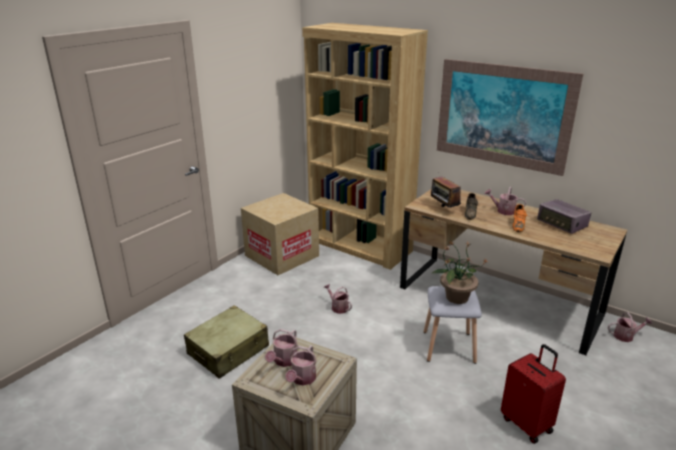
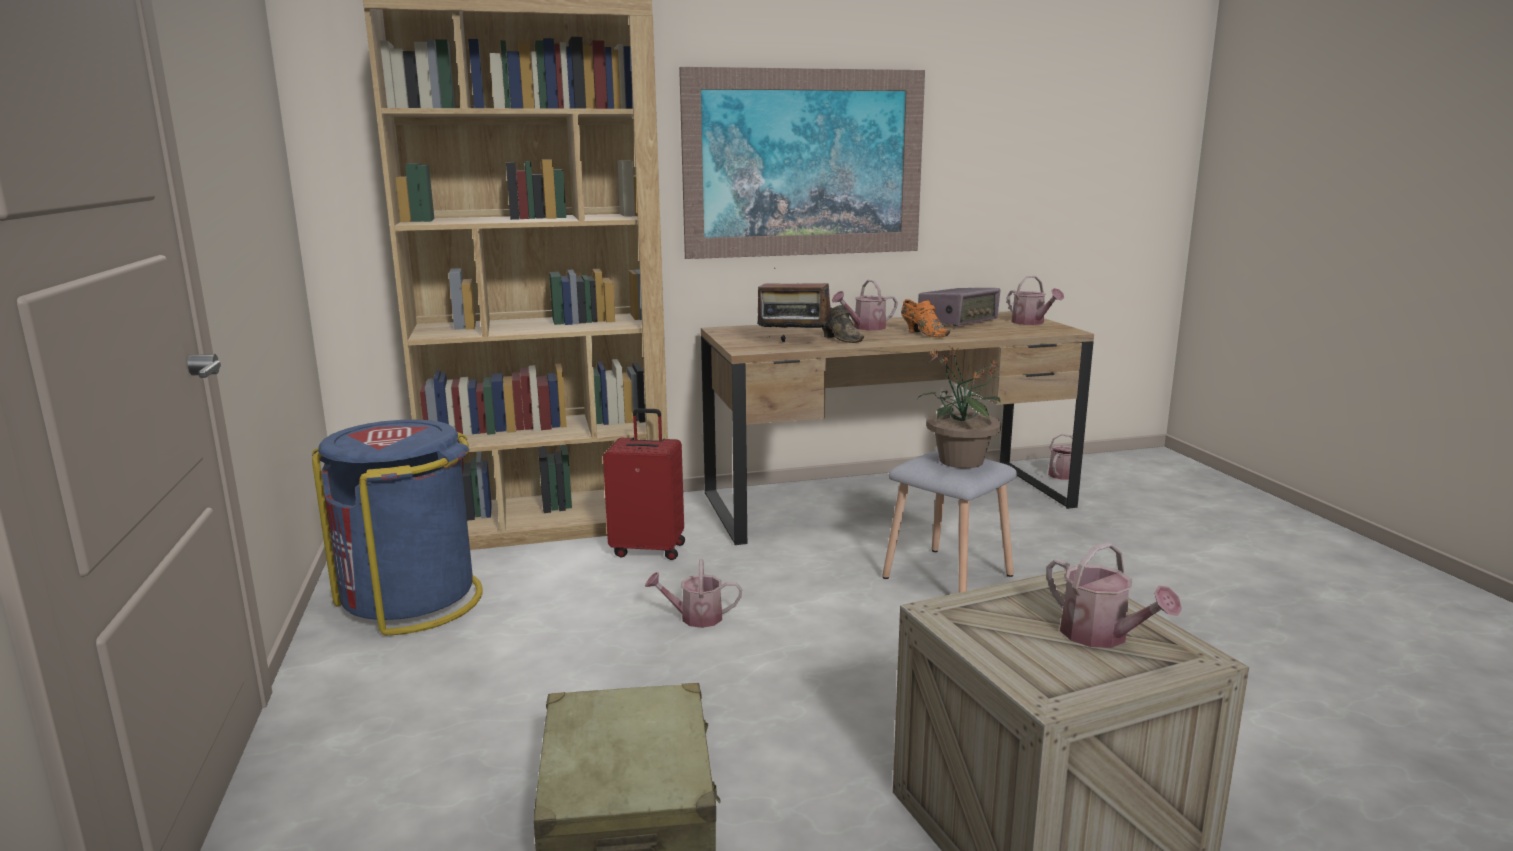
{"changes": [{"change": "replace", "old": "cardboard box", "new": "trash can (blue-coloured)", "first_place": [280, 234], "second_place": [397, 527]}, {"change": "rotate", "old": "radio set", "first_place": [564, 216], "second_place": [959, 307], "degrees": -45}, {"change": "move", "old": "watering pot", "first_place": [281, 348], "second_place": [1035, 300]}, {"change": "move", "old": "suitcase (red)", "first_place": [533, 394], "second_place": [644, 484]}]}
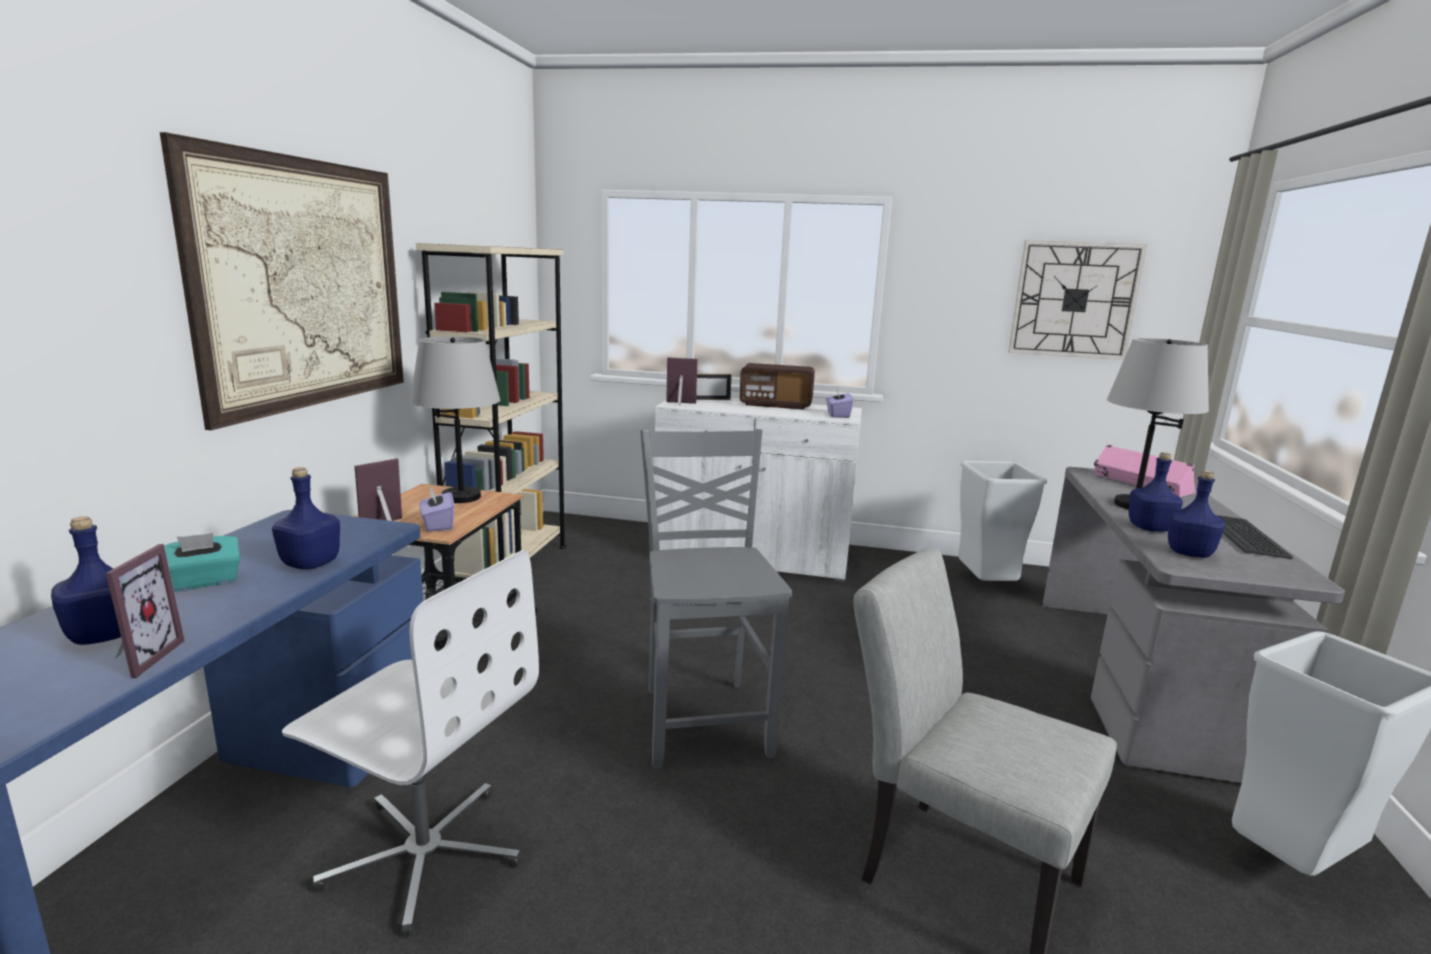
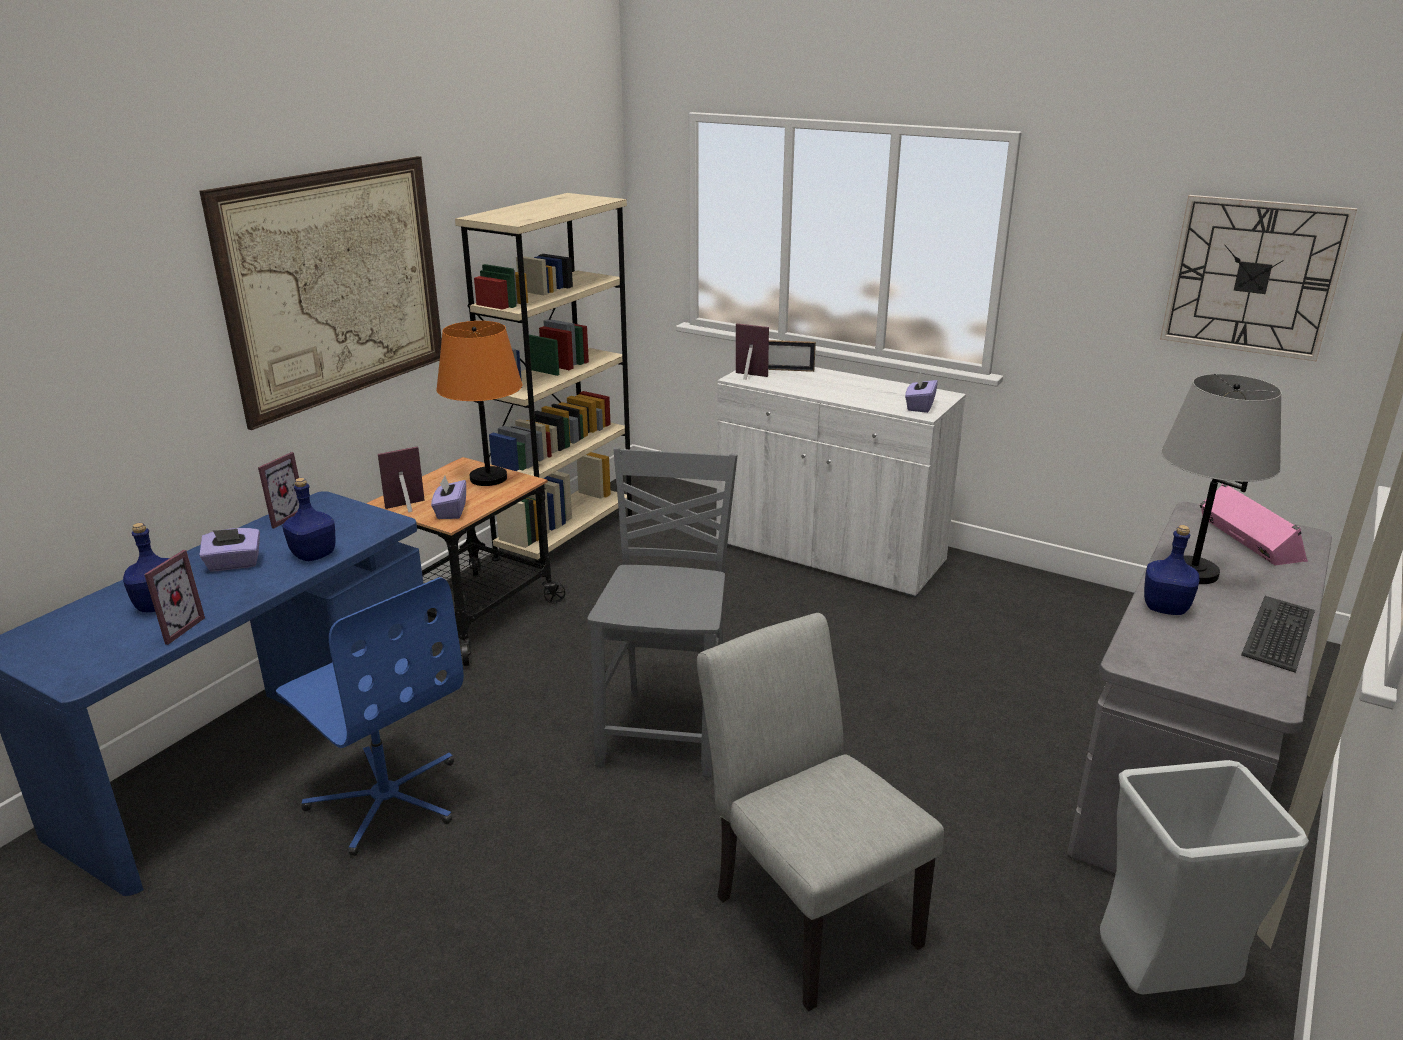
{"changes": [{"change": "recolor", "old": "table lamp (gray)", "new": "table lamp (orangey)", "first_place": [455, 419], "second_place": [479, 403]}, {"change": "delete", "old": "radio set", "first_place": [777, 386]}, {"change": "delete", "old": "trash can (gray)", "first_place": [1002, 521]}, {"change": "delete", "old": "bottle (blue-coloured)", "first_place": [1196, 514]}, {"change": "recolor", "old": "tissue box (turquoise)", "new": "tissue box (purple-coloured)", "first_place": [202, 562], "second_place": [229, 550]}, {"change": "recolor", "old": "desk chair (whitish)", "new": "desk chair (blue-coloured)", "first_place": [410, 743], "second_place": [370, 716]}, {"change": "insert", "new": "picture frame", "second_place": [278, 490]}]}
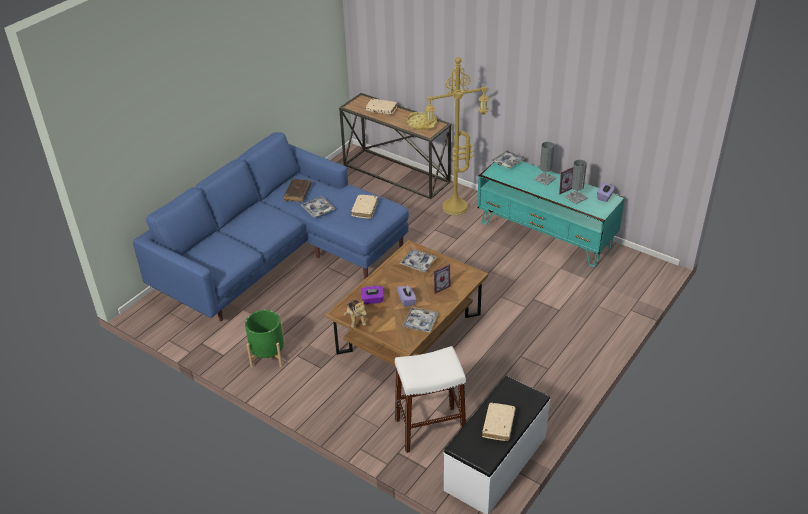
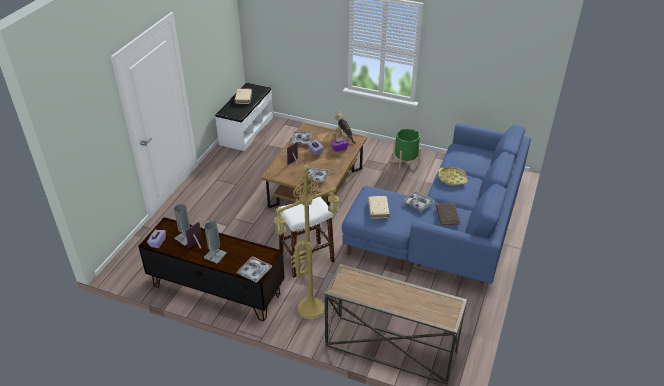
{"changes": [{"change": "delete", "old": "volume (beige-coloured)", "first_place": [381, 106]}, {"change": "move", "old": "carrying tray (yellowish)", "first_place": [422, 121], "second_place": [453, 176]}, {"change": "recolor", "old": "tv unit (turquoise)", "new": "tv unit (brownish)", "first_place": [551, 214], "second_place": [211, 269]}, {"change": "move", "old": "stool (whitish)", "first_place": [430, 399], "second_place": [306, 237]}]}
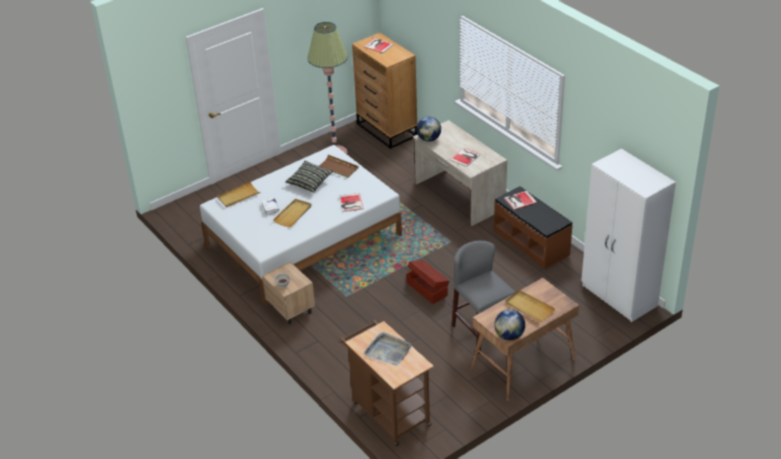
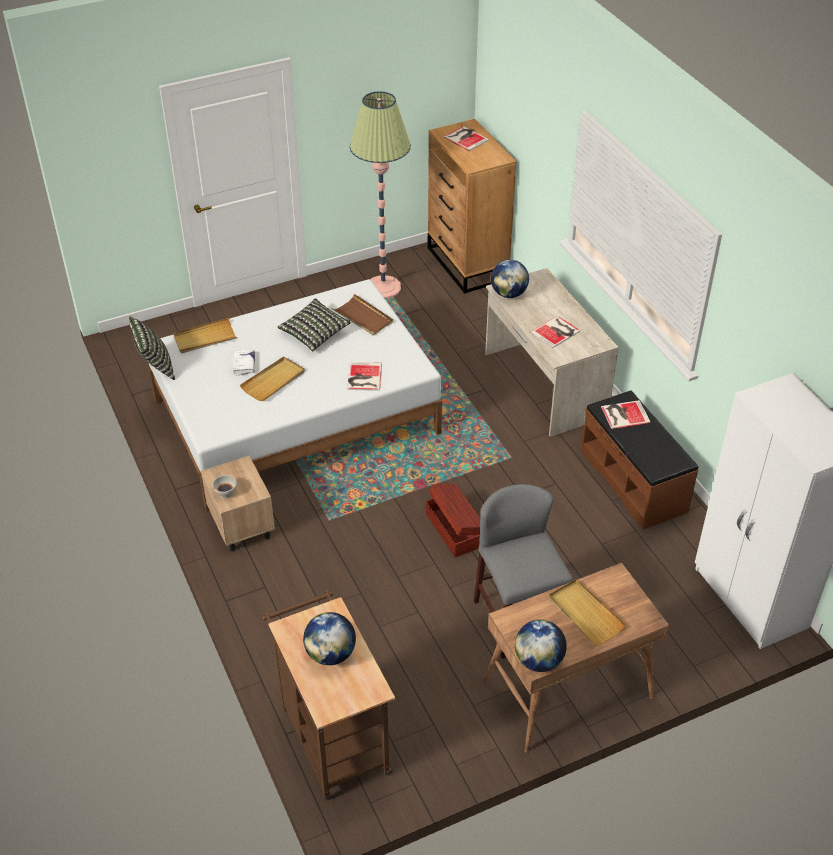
{"changes": [{"change": "replace", "old": "carrying tray (gray)", "new": "world globe", "first_place": [388, 349], "second_place": [329, 638]}, {"change": "insert", "new": "throw pillow", "second_place": [152, 348]}]}
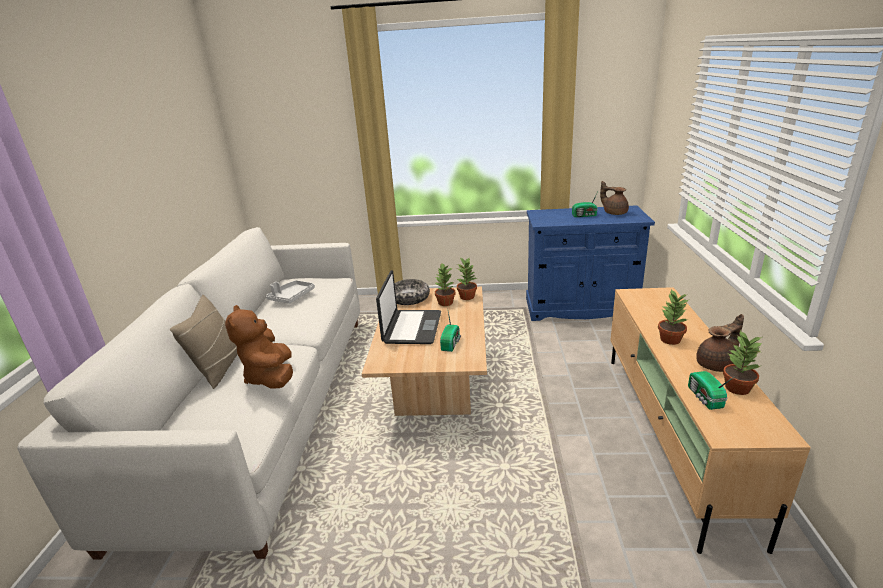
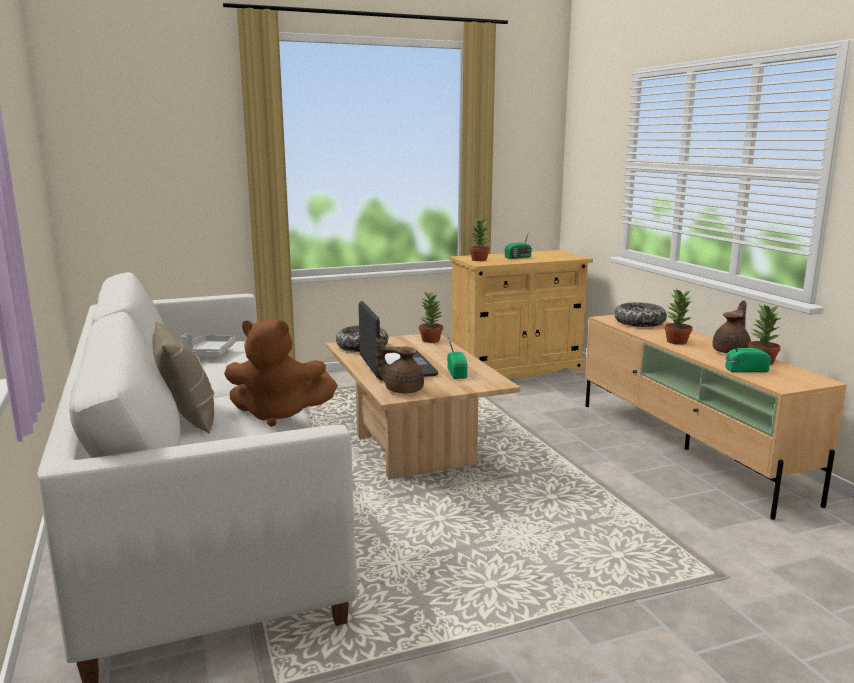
{"changes": [{"change": "move", "old": "tea pot (brownish)", "first_place": [614, 198], "second_place": [400, 366]}, {"change": "recolor", "old": "cupboard (blue-coloured)", "new": "cupboard (beige-coloured)", "first_place": [590, 263], "second_place": [521, 314]}, {"change": "move", "old": "plant in a pot", "first_place": [444, 285], "second_place": [479, 240]}, {"change": "rotate", "old": "plush toy (brownish)", "first_place": [259, 346], "second_place": [281, 372], "degrees": -45}, {"change": "rotate", "old": "radio set", "first_place": [711, 390], "second_place": [748, 354], "degrees": 120}, {"change": "insert", "new": "bowl", "second_place": [640, 314]}]}
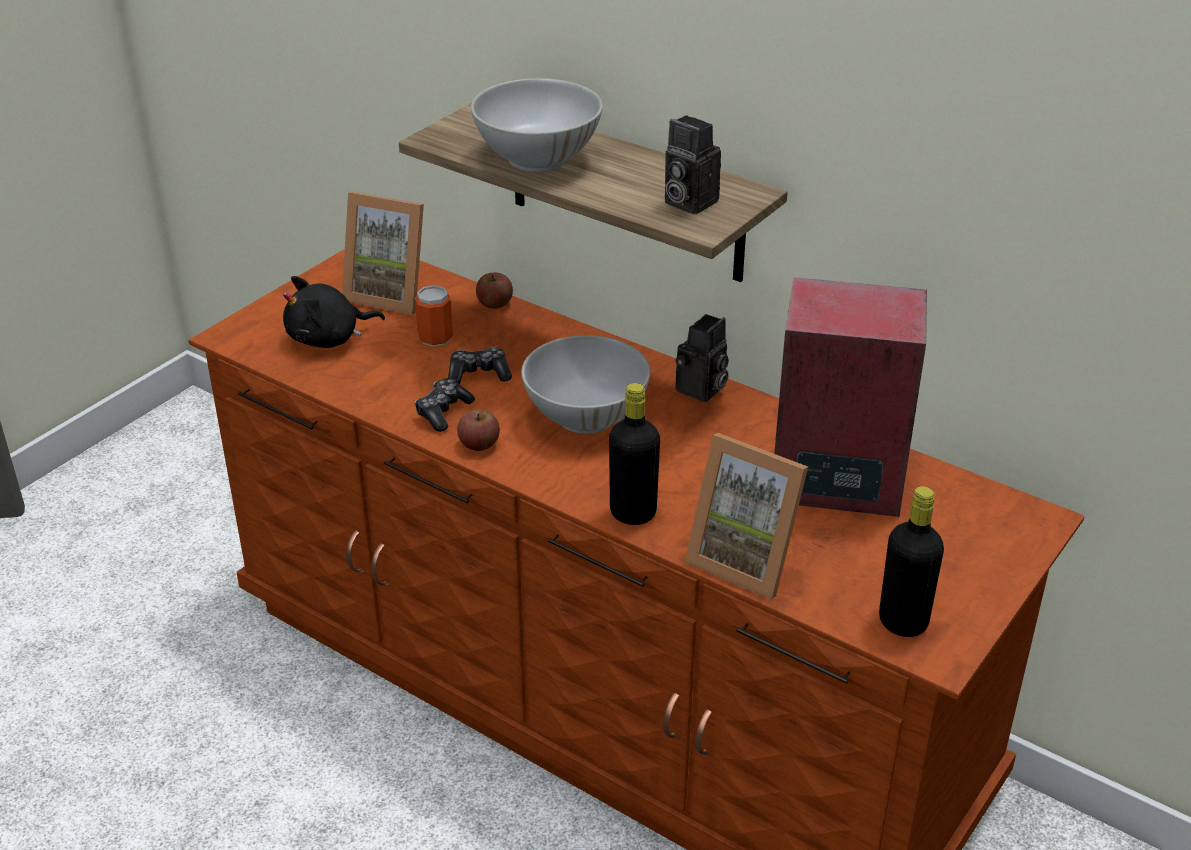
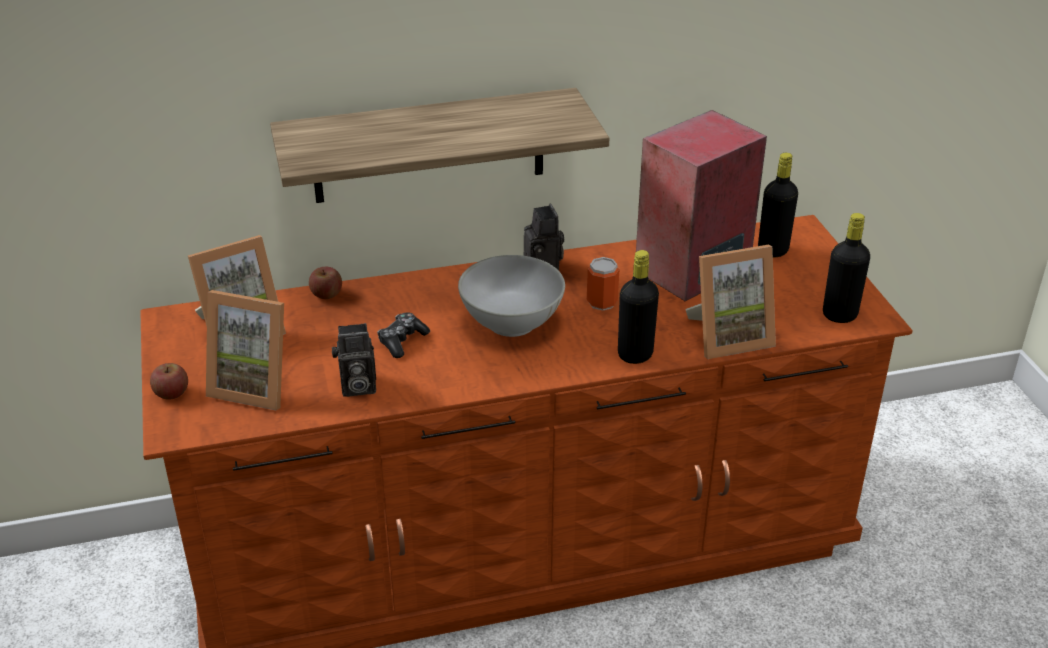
{"changes": [{"change": "delete", "old": "bowl (whitish)", "first_place": [537, 125]}, {"change": "move", "old": "photo camera", "first_place": [693, 164], "second_place": [354, 360]}, {"change": "replace", "old": "plush toy (black-coloured)", "new": "picture frame", "first_place": [334, 312], "second_place": [245, 350]}, {"change": "move", "old": "metal can", "first_place": [434, 316], "second_place": [603, 284]}, {"change": "delete", "old": "gamepad", "first_place": [444, 405]}, {"change": "move", "old": "whole apple", "first_place": [478, 430], "second_place": [169, 381]}, {"change": "insert", "new": "bottle (black-coloured)", "second_place": [778, 205]}]}
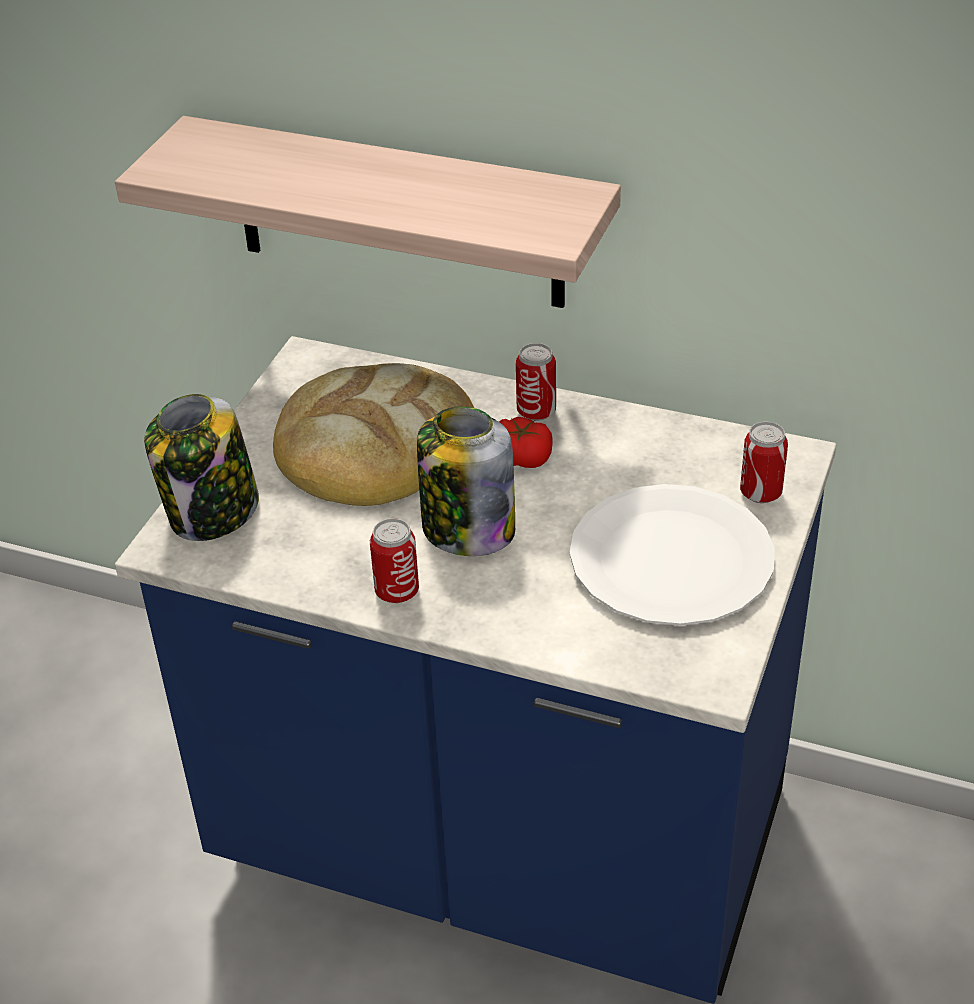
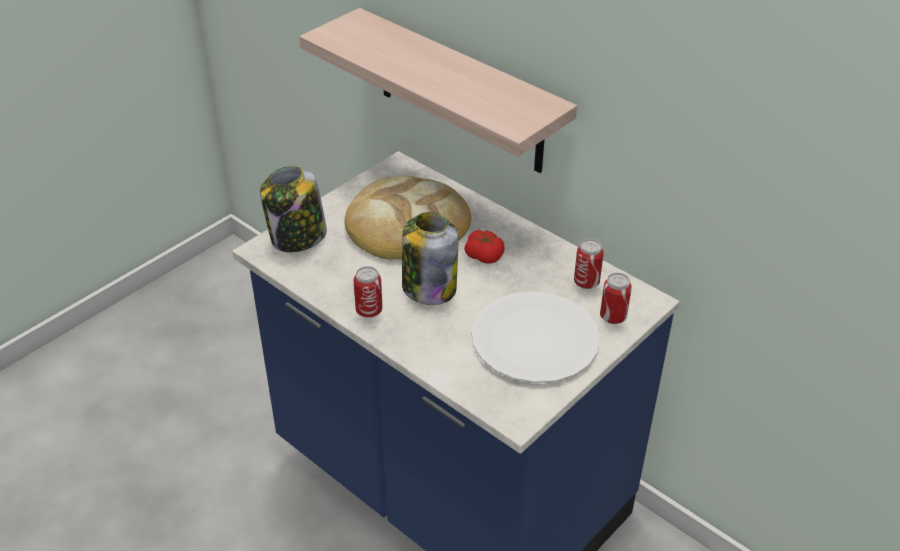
{"changes": [{"change": "move", "old": "metal can", "first_place": [536, 382], "second_place": [589, 264]}]}
